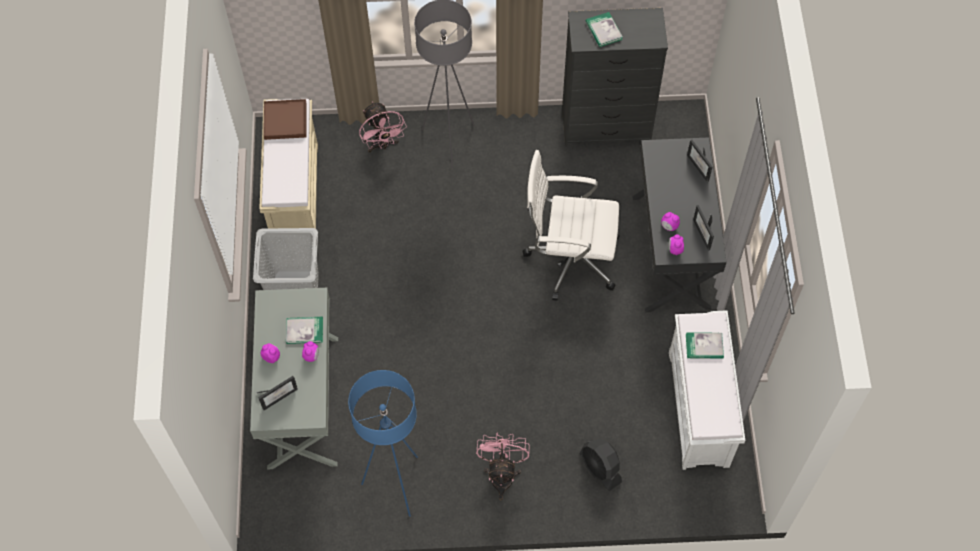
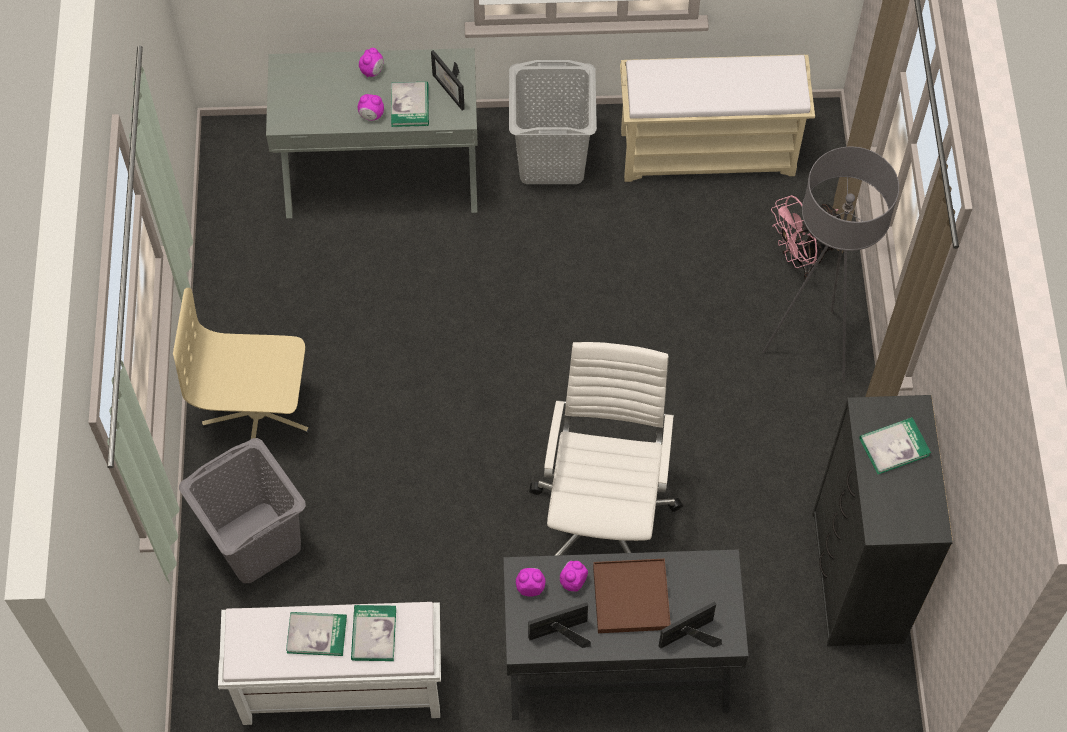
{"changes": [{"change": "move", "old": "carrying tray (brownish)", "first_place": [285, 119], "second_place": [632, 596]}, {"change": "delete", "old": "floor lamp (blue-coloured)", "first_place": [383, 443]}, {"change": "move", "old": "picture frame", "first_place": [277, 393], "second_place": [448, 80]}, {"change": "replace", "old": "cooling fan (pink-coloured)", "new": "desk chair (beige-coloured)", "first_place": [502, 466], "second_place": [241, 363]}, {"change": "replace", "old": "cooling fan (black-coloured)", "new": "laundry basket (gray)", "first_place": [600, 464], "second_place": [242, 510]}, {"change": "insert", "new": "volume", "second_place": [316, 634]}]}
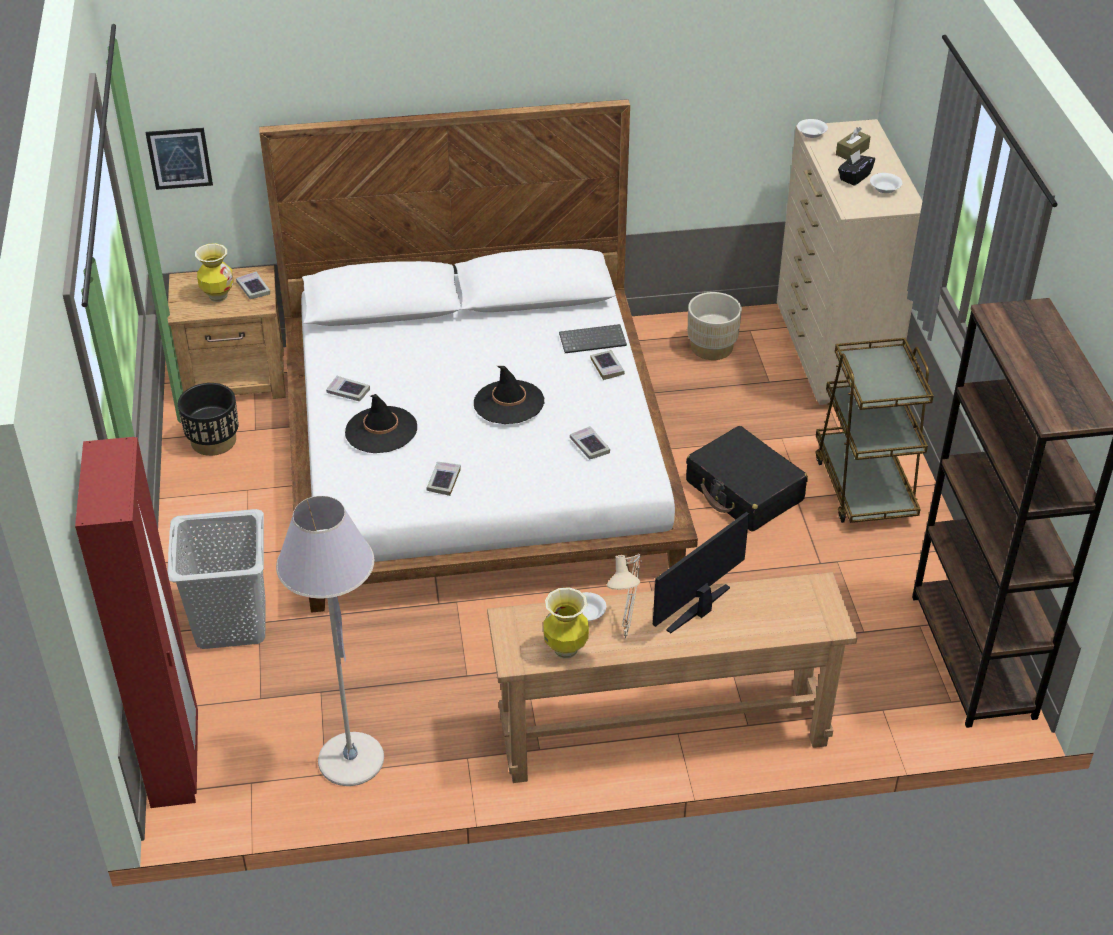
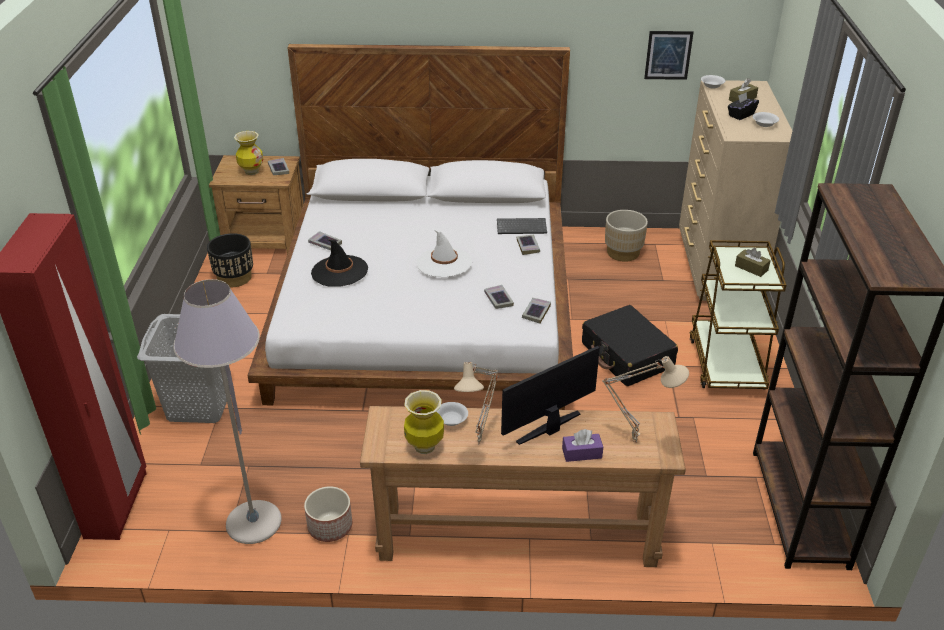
{"changes": [{"change": "move", "old": "picture", "first_place": [179, 159], "second_place": [669, 55]}, {"change": "recolor", "old": "clothing hat (black-coloured)", "new": "clothing hat (whitish)", "first_place": [509, 395], "second_place": [444, 253]}, {"change": "move", "old": "volume", "first_place": [444, 479], "second_place": [536, 311]}, {"change": "insert", "new": "tissue box (brownish)", "second_place": [753, 262]}, {"change": "insert", "new": "table lamp (beige-coloured)", "second_place": [645, 399]}, {"change": "insert", "new": "tissue box (purple-coloured)", "second_place": [582, 445]}, {"change": "insert", "new": "planter", "second_place": [328, 514]}]}
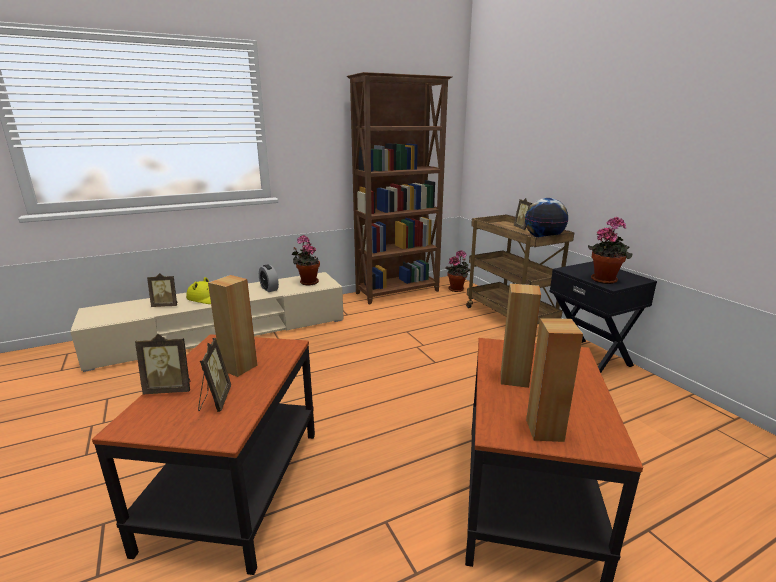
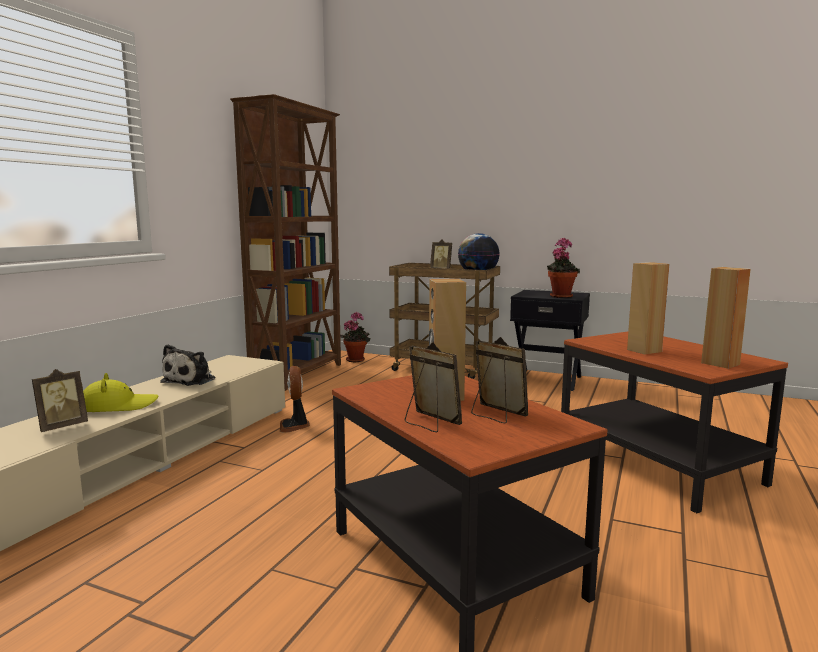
{"changes": [{"change": "delete", "old": "plant in a pot", "first_place": [306, 260]}, {"change": "replace", "old": "alarm clock", "new": "plush toy", "first_place": [269, 278], "second_place": [187, 365]}, {"change": "rotate", "old": "picture frame", "first_place": [163, 364], "second_place": [433, 387], "degrees": -90}, {"change": "insert", "new": "cooling fan", "second_place": [295, 399]}]}
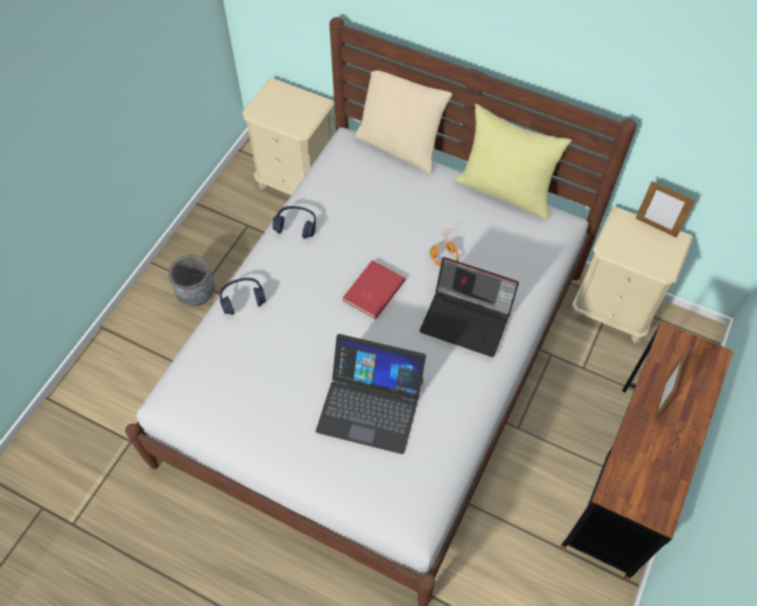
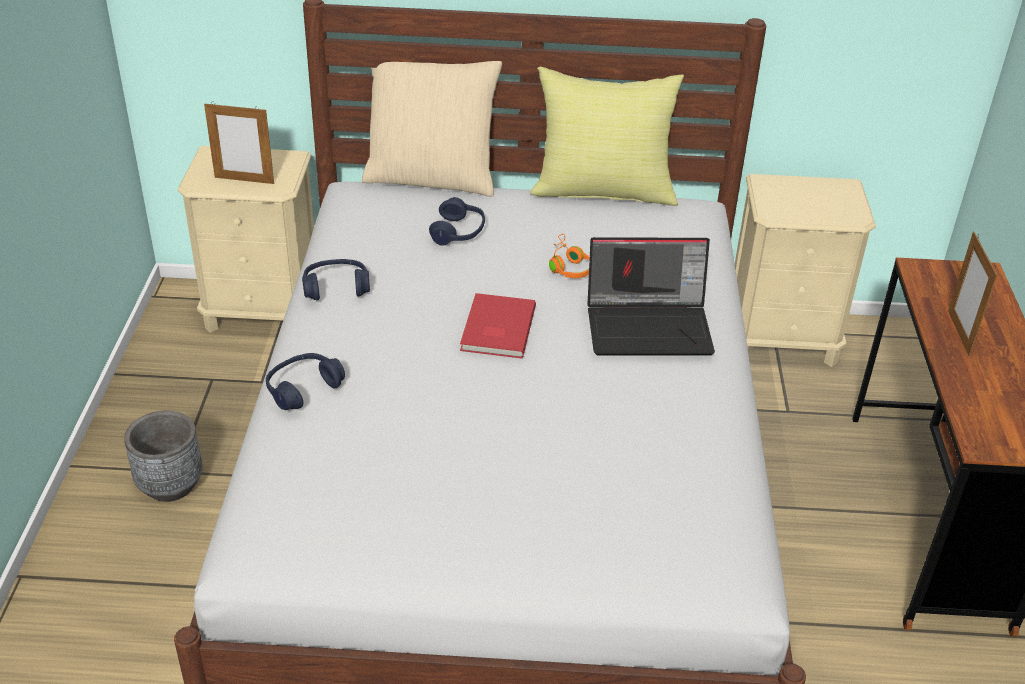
{"changes": [{"change": "move", "old": "picture frame", "first_place": [665, 209], "second_place": [239, 143]}, {"change": "delete", "old": "laptop", "first_place": [371, 394]}, {"change": "insert", "new": "headphones (blue-coloured)", "second_place": [457, 221]}]}
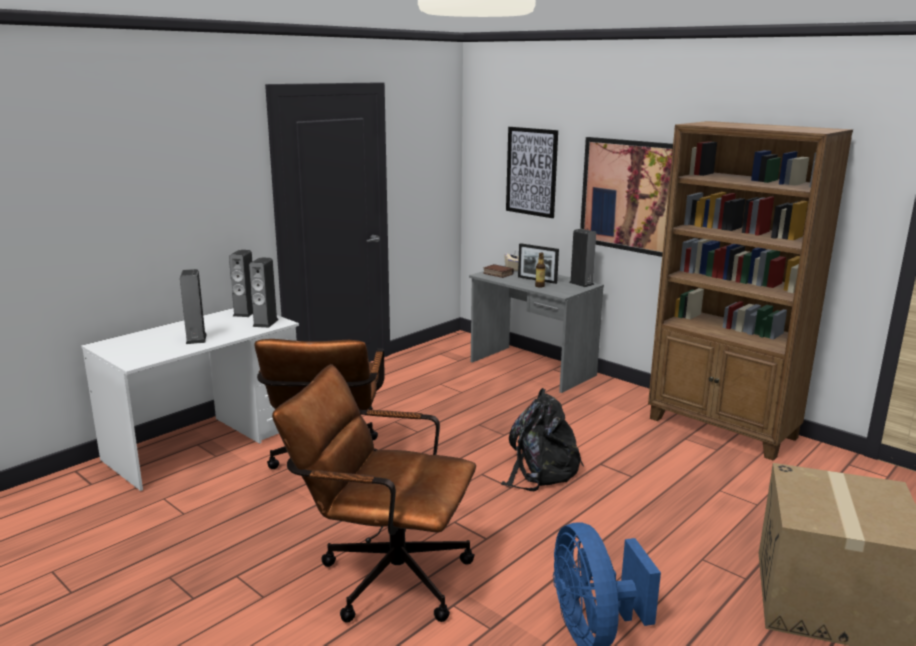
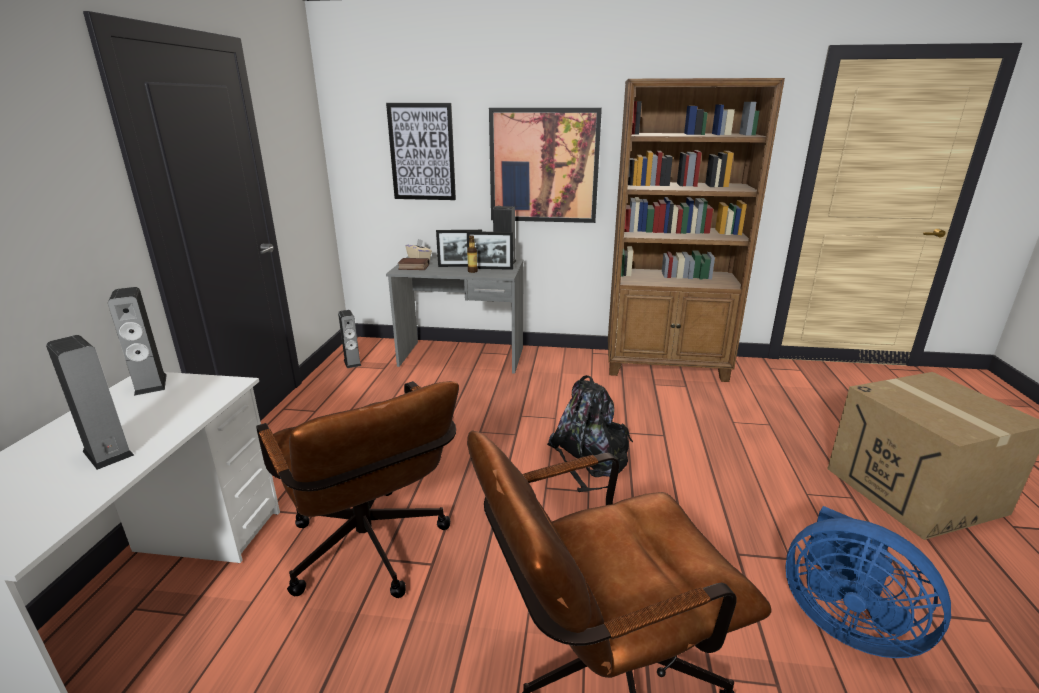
{"changes": [{"change": "move", "old": "speaker", "first_place": [264, 292], "second_place": [350, 339]}, {"change": "insert", "new": "picture frame", "second_place": [490, 250]}]}
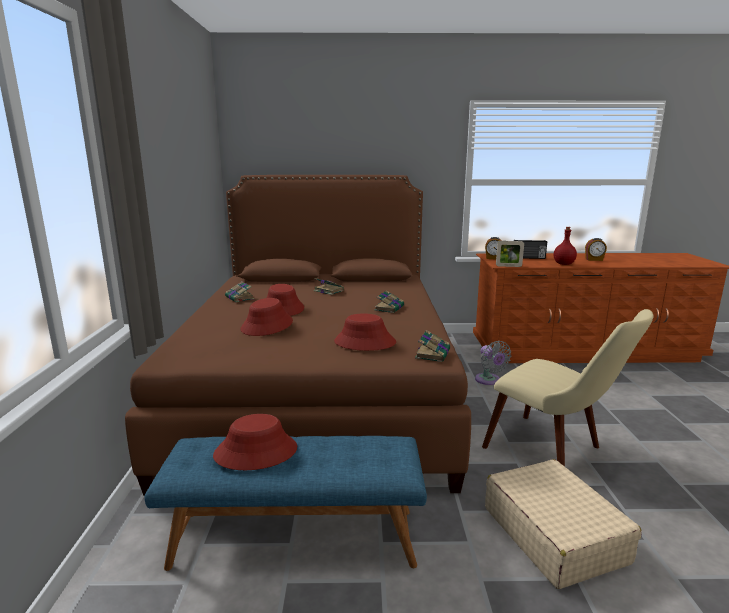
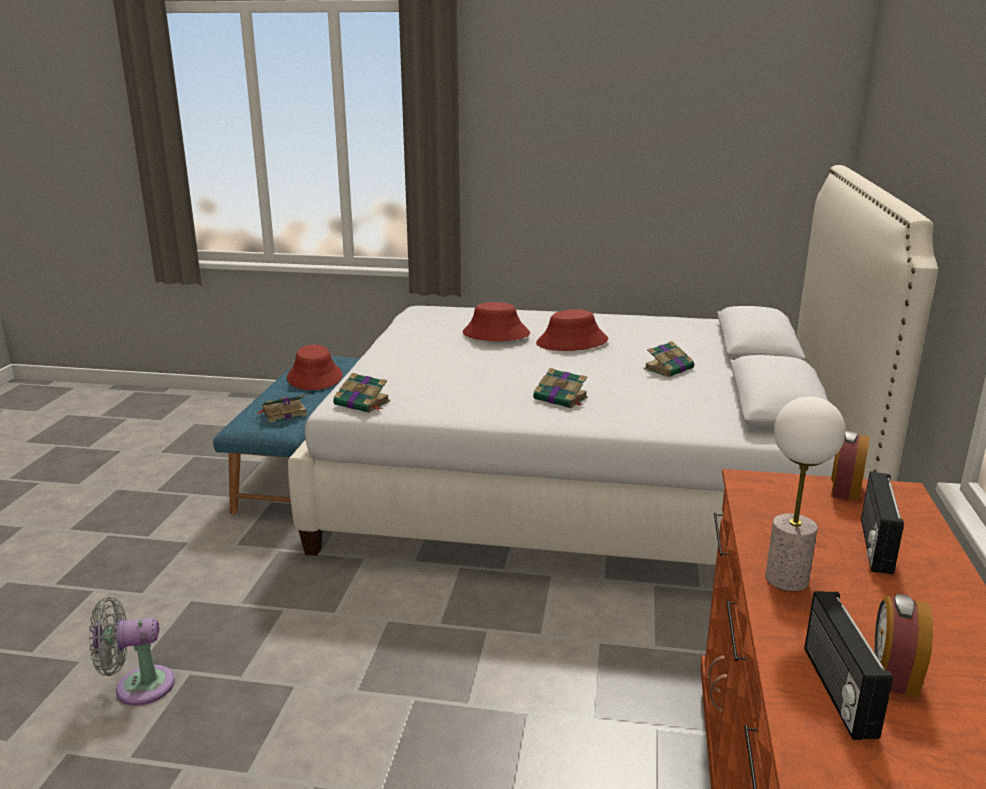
{"changes": [{"change": "recolor", "old": "bed (brownish)", "new": "bed (whitish)", "first_place": [298, 335], "second_place": [613, 365]}, {"change": "replace", "old": "bottle (red)", "new": "table lamp", "first_place": [565, 246], "second_place": [805, 493]}, {"change": "delete", "old": "picture frame", "first_place": [510, 254]}, {"change": "move", "old": "volume", "first_place": [239, 291], "second_place": [282, 409]}, {"change": "delete", "old": "plain chair (beige-coloured)", "first_place": [568, 387]}, {"change": "delete", "old": "clothing hat (red)", "first_place": [365, 332]}, {"change": "move", "old": "cooling fan (gray)", "first_place": [493, 363], "second_place": [132, 651]}, {"change": "delete", "old": "suitcase (beige-coloured)", "first_place": [563, 524]}, {"change": "insert", "new": "radio set", "second_place": [848, 665]}]}
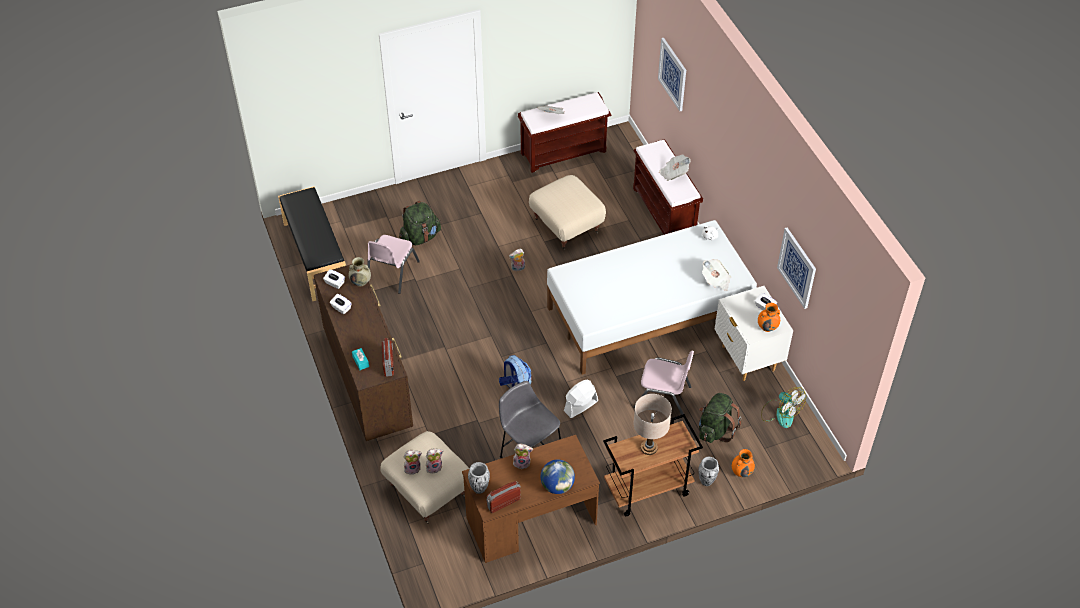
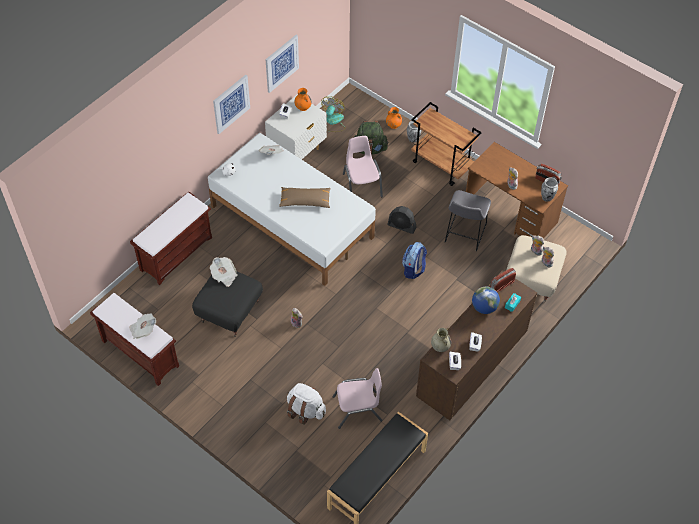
{"changes": [{"change": "move", "old": "picture", "first_place": [672, 74], "second_place": [231, 104]}, {"change": "move", "old": "printed paper", "first_place": [675, 168], "second_place": [224, 272]}, {"change": "recolor", "old": "pouffe (beige-coloured)", "new": "pouffe (black-coloured)", "first_place": [567, 212], "second_place": [227, 304]}, {"change": "recolor", "old": "rucksack (green)", "new": "rucksack (whitish)", "first_place": [420, 223], "second_place": [306, 404]}, {"change": "recolor", "old": "cooling fan (whitish)", "new": "cooling fan (black-coloured)", "first_place": [581, 399], "second_place": [401, 220]}, {"change": "delete", "old": "table lamp (beige-coloured)", "first_place": [652, 424]}, {"change": "move", "old": "world globe", "first_place": [558, 477], "second_place": [486, 300]}, {"change": "insert", "new": "throw pillow (brownish)", "second_place": [305, 197]}]}
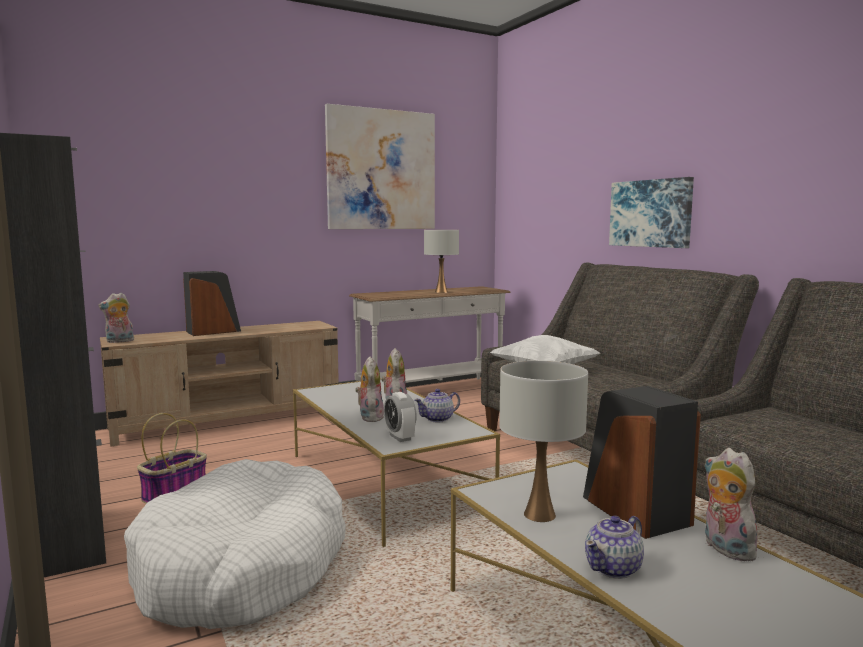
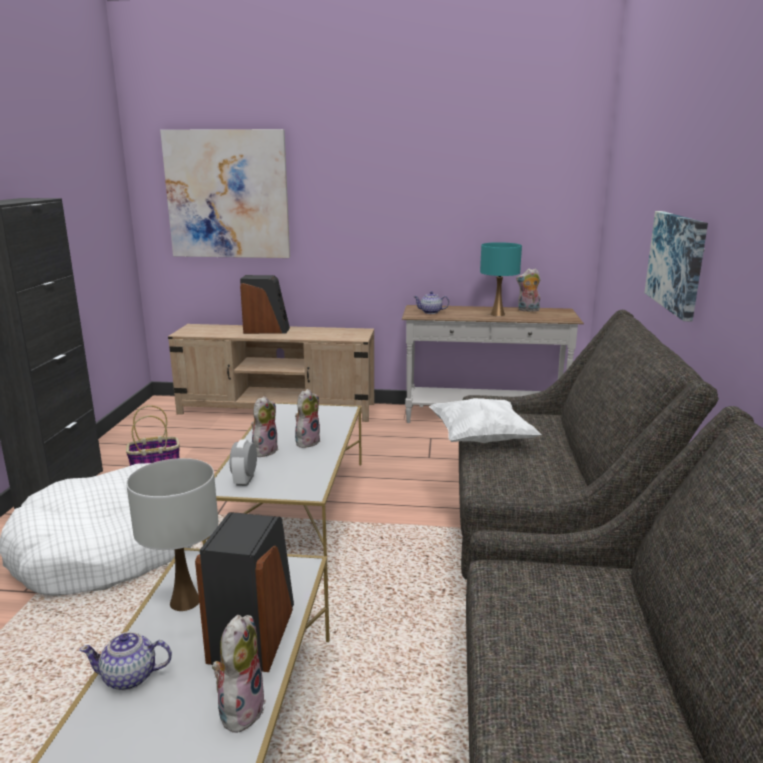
{"changes": [{"change": "move", "old": "picture", "first_place": [380, 166], "second_place": [225, 193]}, {"change": "recolor", "old": "table lamp (whitish)", "new": "table lamp (turquoise)", "first_place": [441, 261], "second_place": [501, 279]}, {"change": "move", "old": "plush toy", "first_place": [116, 318], "second_place": [528, 290]}, {"change": "move", "old": "tea pot", "first_place": [437, 405], "second_place": [431, 302]}]}
